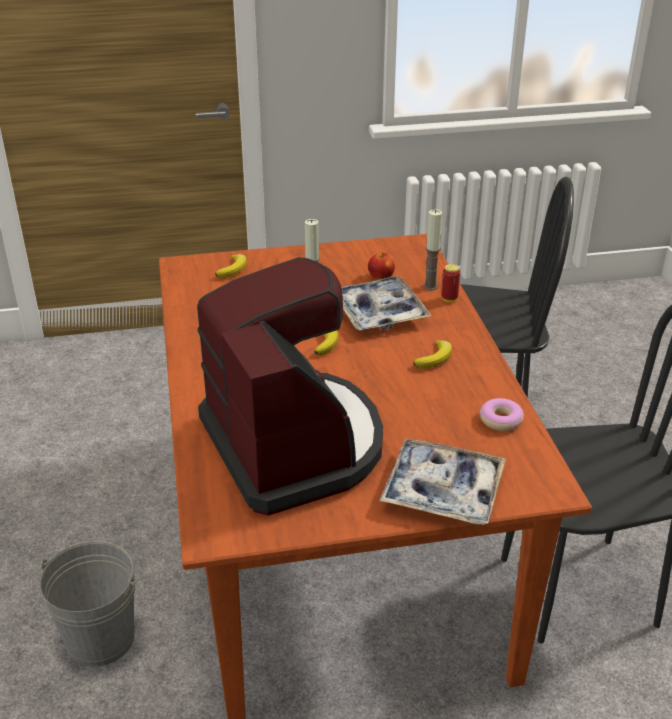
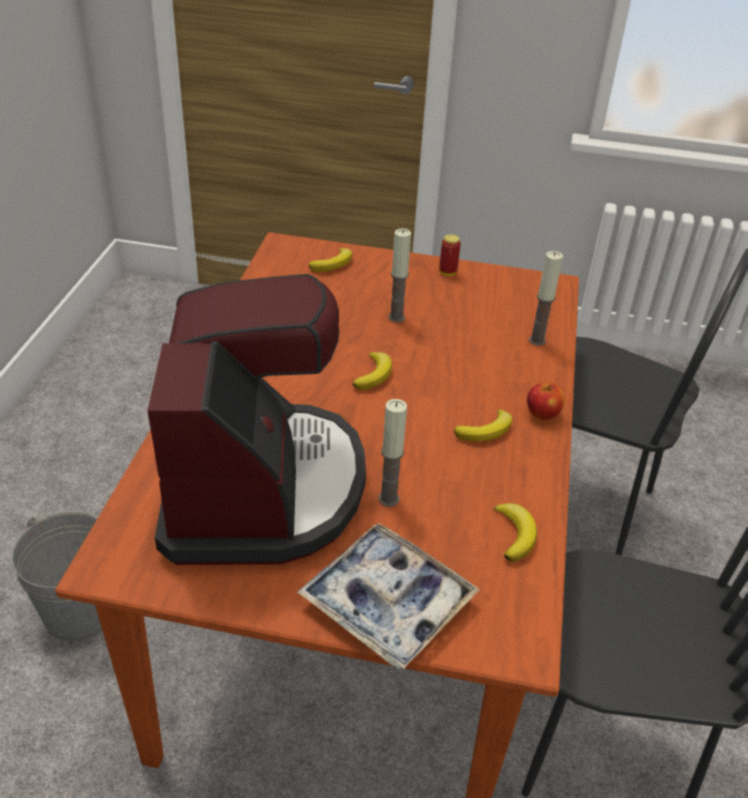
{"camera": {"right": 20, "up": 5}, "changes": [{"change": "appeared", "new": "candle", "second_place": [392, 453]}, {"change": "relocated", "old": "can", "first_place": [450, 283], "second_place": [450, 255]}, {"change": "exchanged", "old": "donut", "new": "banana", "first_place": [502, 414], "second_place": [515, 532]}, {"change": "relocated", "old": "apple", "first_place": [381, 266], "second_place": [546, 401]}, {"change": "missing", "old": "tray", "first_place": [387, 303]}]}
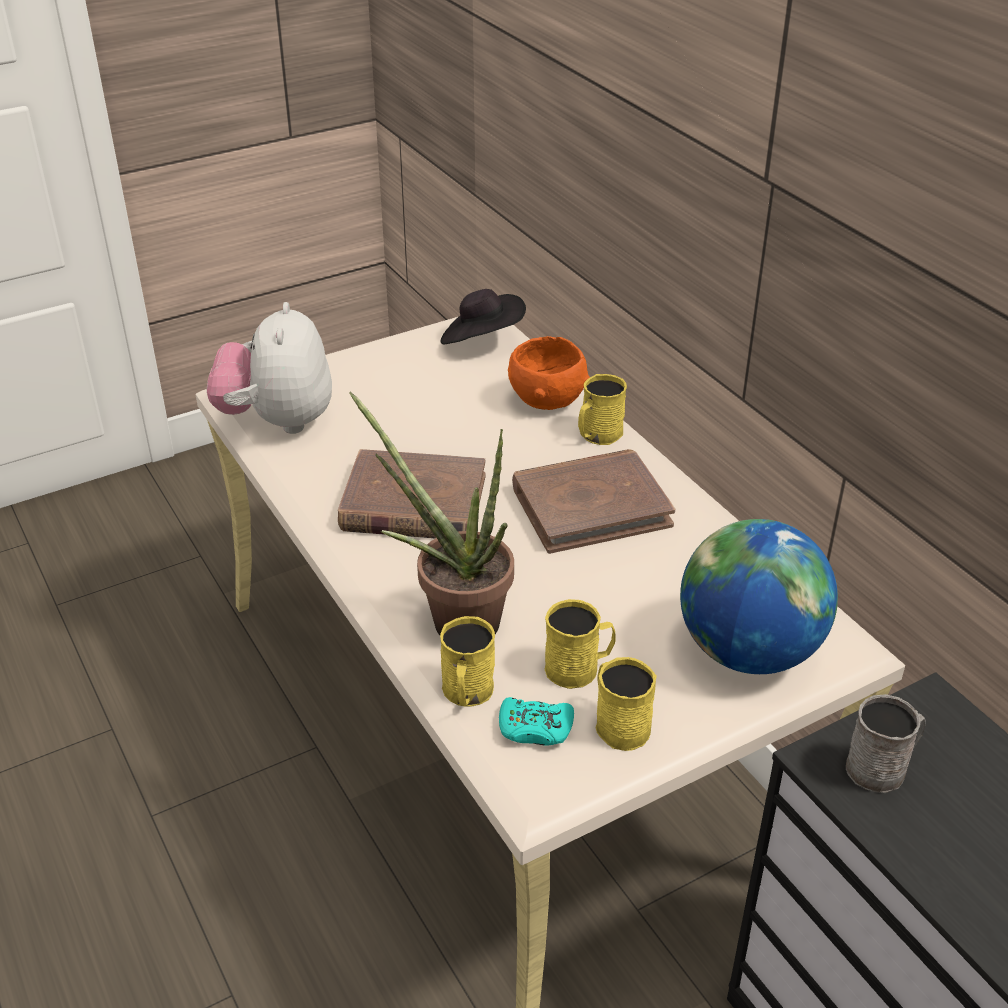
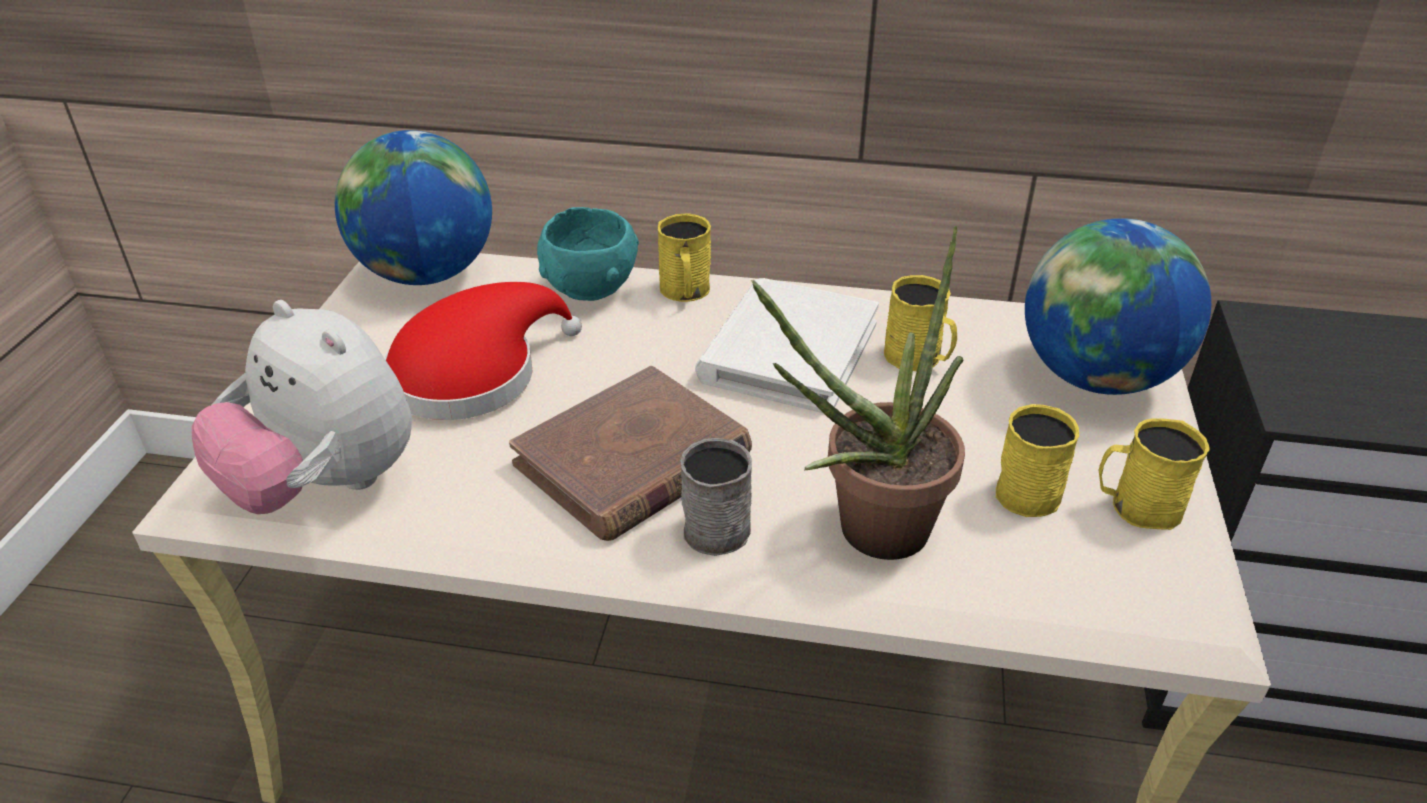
{"camera": {"right": -50, "up": 0}, "changes": [{"change": "exchanged", "old": "hat/black", "new": "globe", "first_place": [483, 316], "second_place": [413, 207]}, {"change": "appeared", "new": "hat/red", "second_place": [483, 351]}, {"change": "colour", "old": "bowl/orange", "new": "bowl/turquoise", "first_place": [549, 373], "second_place": [588, 254]}, {"change": "relocated", "old": "mug/grey", "first_place": [886, 743], "second_place": [716, 497]}, {"change": "colour", "old": "book/brown", "new": "book/white", "first_place": [593, 501], "second_place": [787, 345]}, {"change": "relocated", "old": "mug/yellow", "first_place": [467, 661], "second_place": [920, 323]}, {"change": "missing", "old": "game controller/turquoise", "first_place": [536, 721]}]}
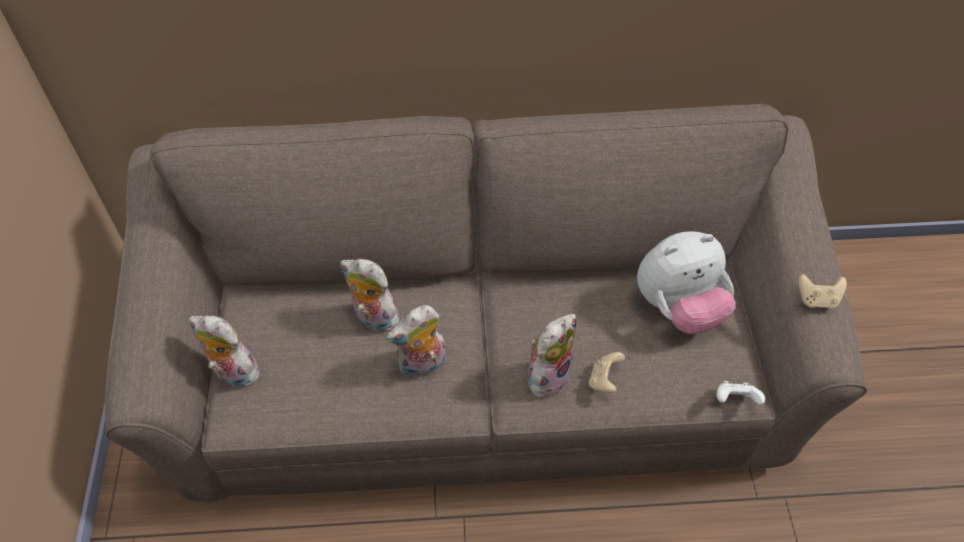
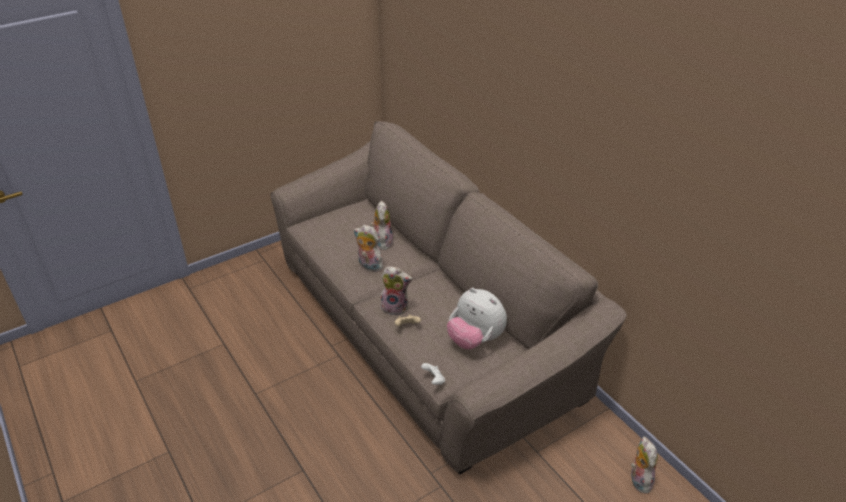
{"camera": {"right": 60, "up": -15}, "changes": [{"change": "relocated", "old": "plush toy", "first_place": [226, 351], "second_place": [644, 465]}, {"change": "missing", "old": "game controller/beige", "first_place": [822, 291]}]}
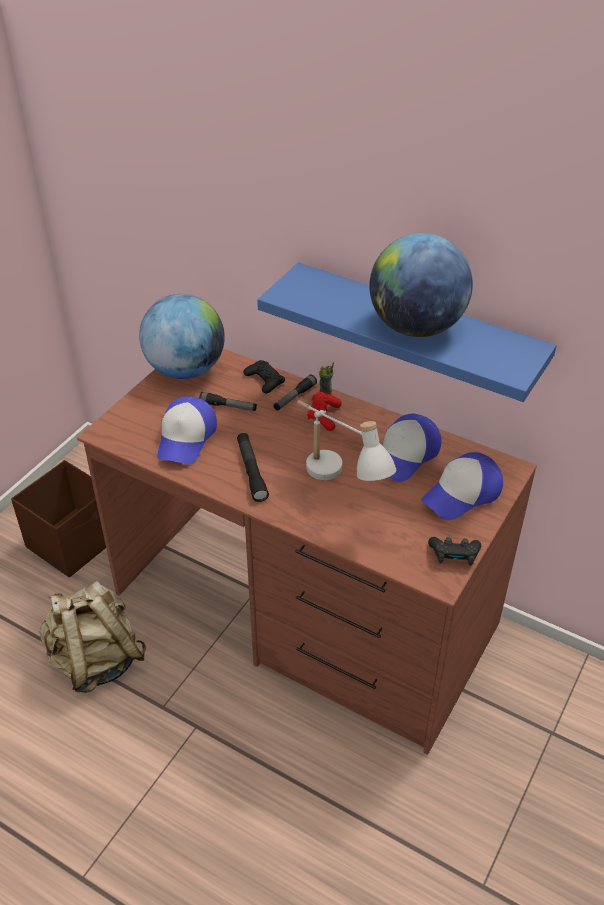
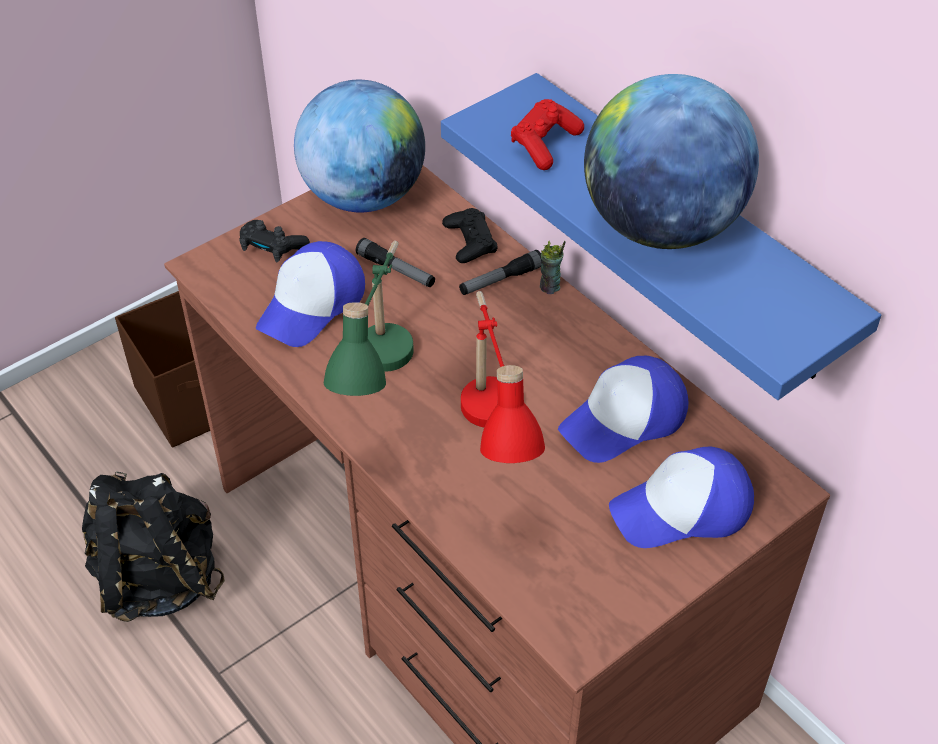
{"camera": {"right": 20, "up": 5}, "changes": [{"change": "colour", "old": "backpack/beige", "new": "backpack/black", "first_place": [93, 637], "second_place": [153, 546]}, {"change": "relocated", "old": "game controller/black", "first_place": [454, 551], "second_place": [275, 241]}, {"change": "exchanged", "old": "flashlight/black", "new": "table lamp/green", "first_place": [253, 467], "second_place": [369, 318]}, {"change": "colour", "old": "table lamp/white", "new": "table lamp/red", "first_place": [346, 440], "second_place": [503, 377]}, {"change": "relocated", "old": "game controller/red", "first_place": [324, 411], "second_place": [547, 134]}]}
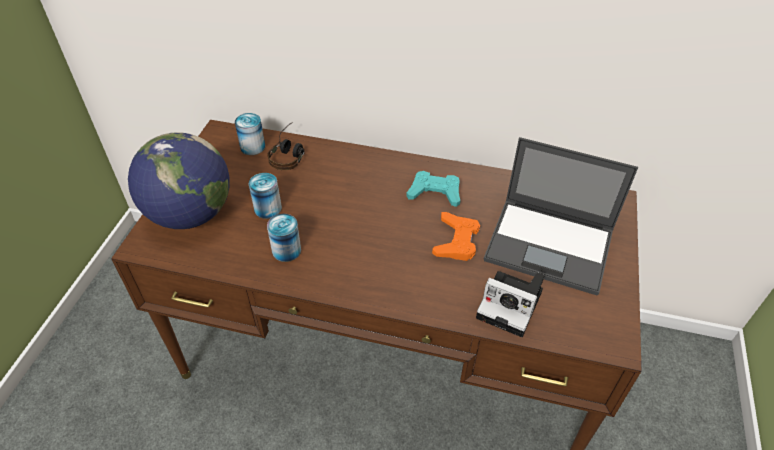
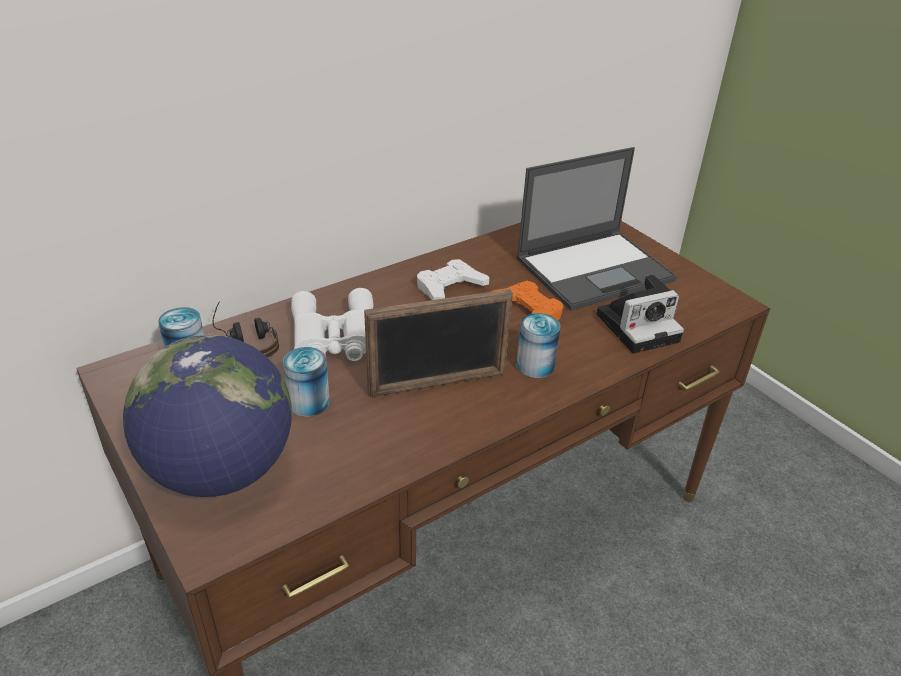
{"camera": {"right": -50, "up": -10}, "changes": [{"change": "appeared", "new": "binoculars/white", "second_place": [332, 324]}, {"change": "appeared", "new": "picture frame", "second_place": [438, 343]}, {"change": "colour", "old": "game controller/turquoise", "new": "game controller/white", "first_place": [433, 189], "second_place": [453, 279]}, {"change": "relocated", "old": "can", "first_place": [284, 238], "second_place": [538, 345]}]}
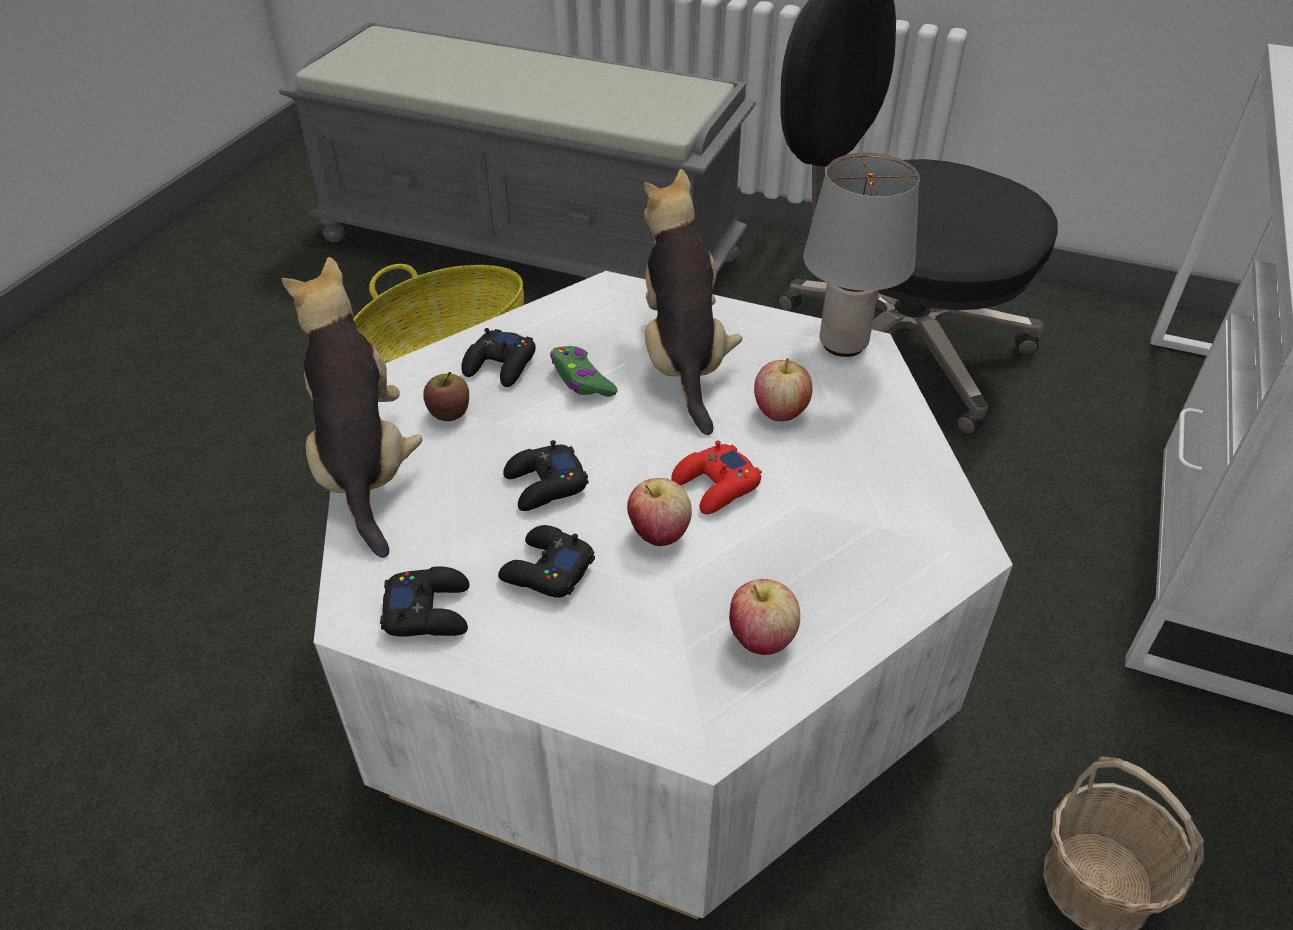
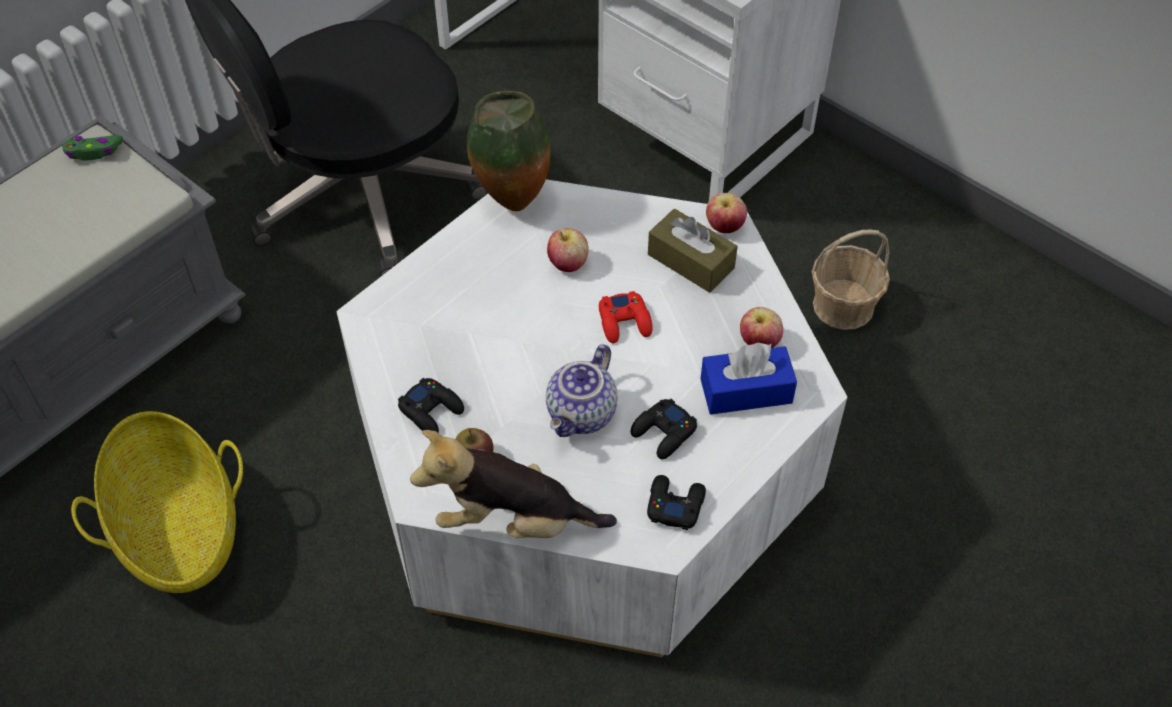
{"camera": {"right": -70, "up": 10}, "changes": [{"change": "relocated", "old": "game controller/green", "first_place": [583, 371], "second_place": [92, 147]}, {"change": "exchanged", "old": "table lamp/grey", "new": "vase", "first_place": [861, 255], "second_place": [509, 151]}, {"change": "exchanged", "old": "game controller/black", "new": "teapot", "first_place": [546, 475], "second_place": [582, 390]}, {"change": "appeared", "new": "tissue box/brown", "second_place": [693, 251]}, {"change": "appeared", "new": "tissue box/blue", "second_place": [748, 378]}, {"change": "relocated", "old": "apple", "first_place": [659, 512], "second_place": [726, 213]}, {"change": "missing", "old": "plush toy", "first_place": [693, 302]}]}
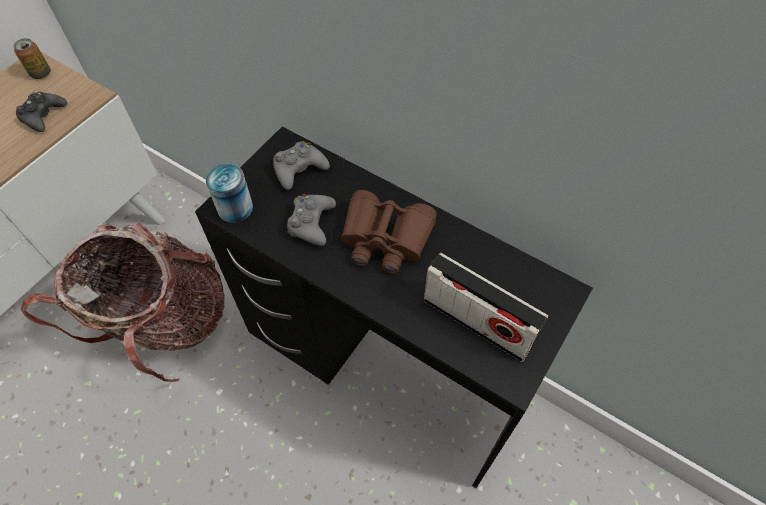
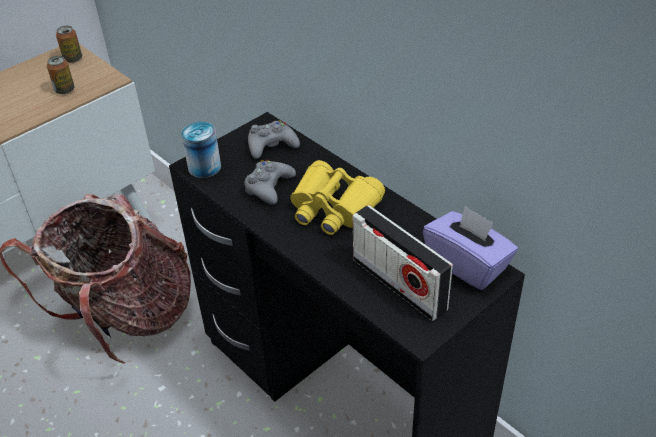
{"camera": {"right": 15, "up": -15}, "changes": [{"change": "exchanged", "old": "game controller/black", "new": "can", "first_place": [41, 111], "second_place": [61, 75]}, {"change": "colour", "old": "binoculars/brown", "new": "binoculars/yellow", "first_place": [389, 232], "second_place": [337, 197]}, {"change": "appeared", "new": "tissue box/purple", "second_place": [470, 248]}]}
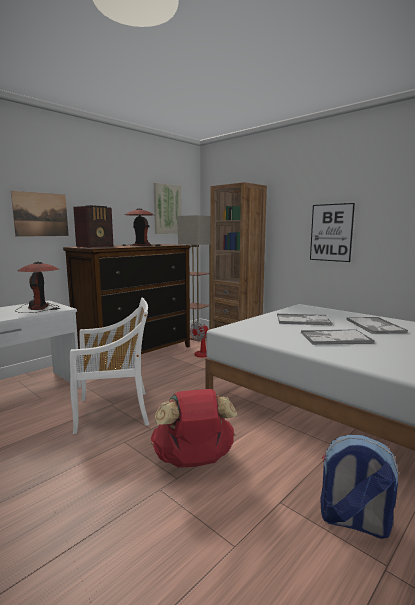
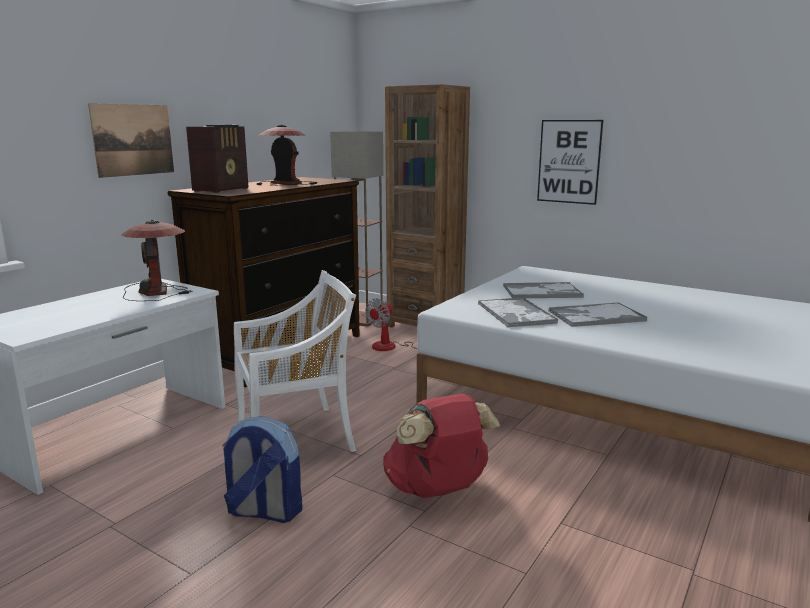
{"camera": {"right": -10, "up": 5}, "changes": [{"change": "relocated", "old": "backpack", "first_place": [359, 487], "second_place": [262, 469]}, {"change": "relocated", "old": "tray", "first_place": [377, 325], "second_place": [518, 312]}, {"change": "missing", "old": "picture", "first_place": [168, 208]}]}
